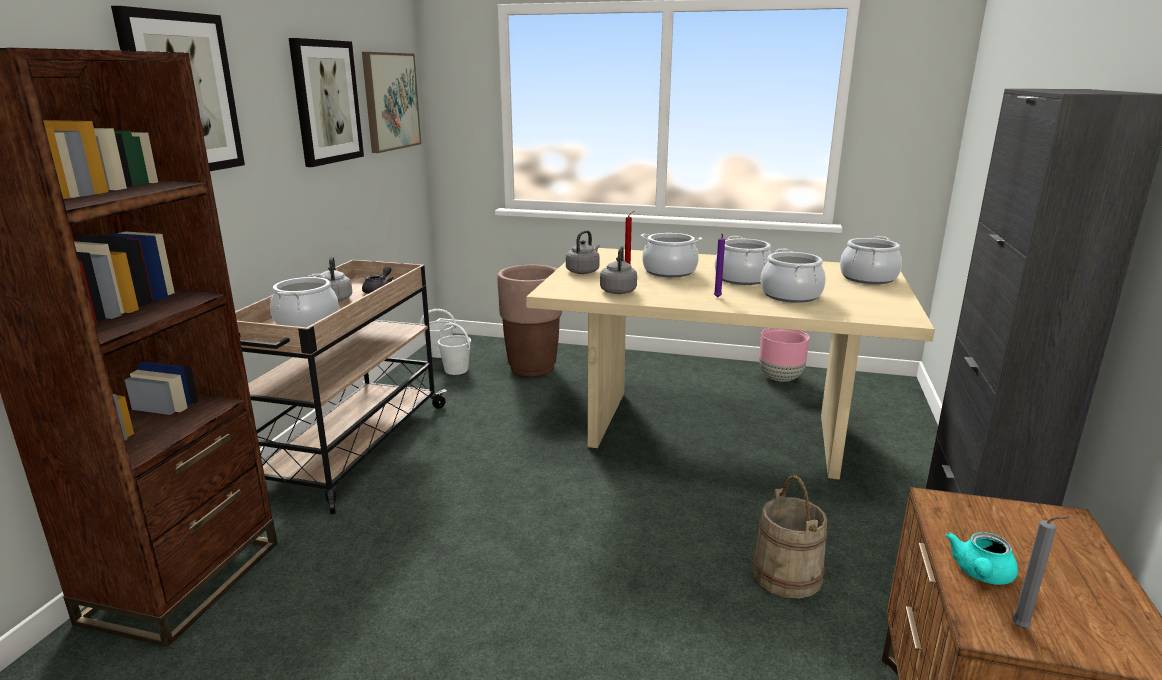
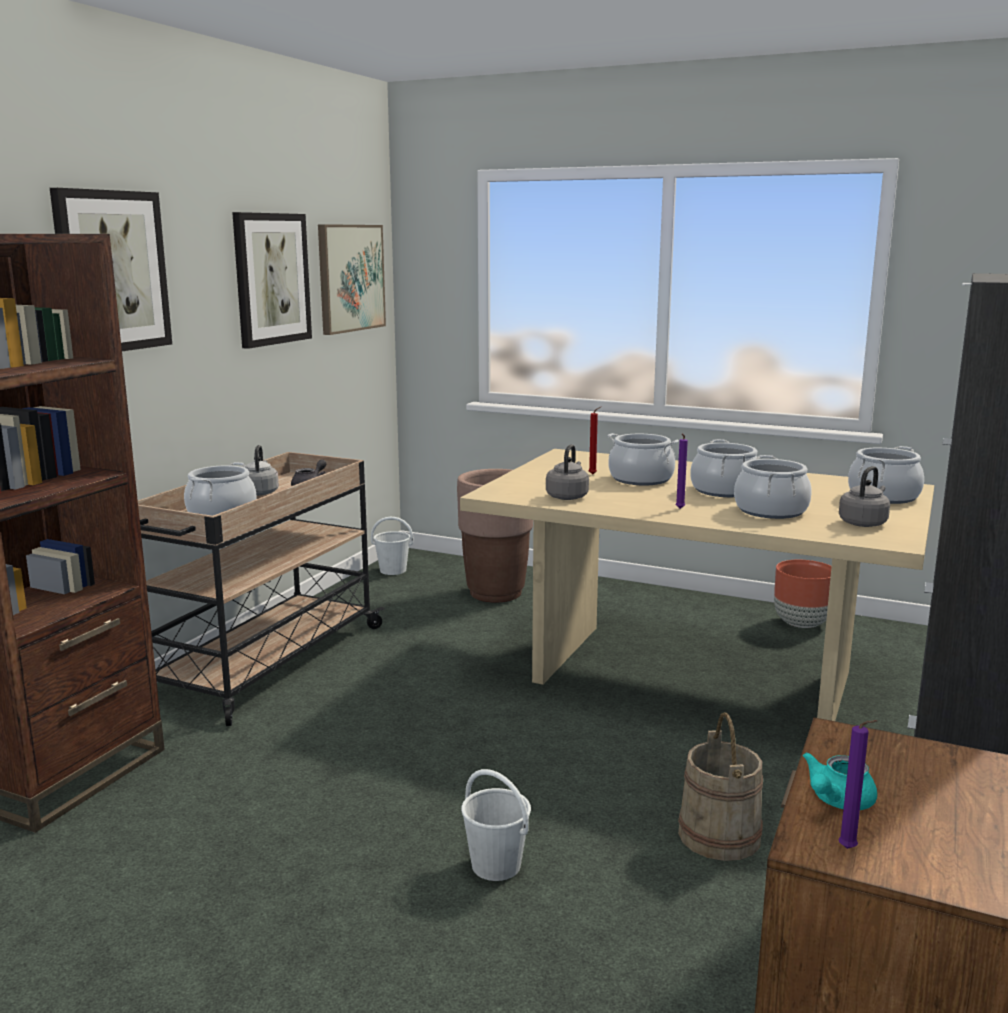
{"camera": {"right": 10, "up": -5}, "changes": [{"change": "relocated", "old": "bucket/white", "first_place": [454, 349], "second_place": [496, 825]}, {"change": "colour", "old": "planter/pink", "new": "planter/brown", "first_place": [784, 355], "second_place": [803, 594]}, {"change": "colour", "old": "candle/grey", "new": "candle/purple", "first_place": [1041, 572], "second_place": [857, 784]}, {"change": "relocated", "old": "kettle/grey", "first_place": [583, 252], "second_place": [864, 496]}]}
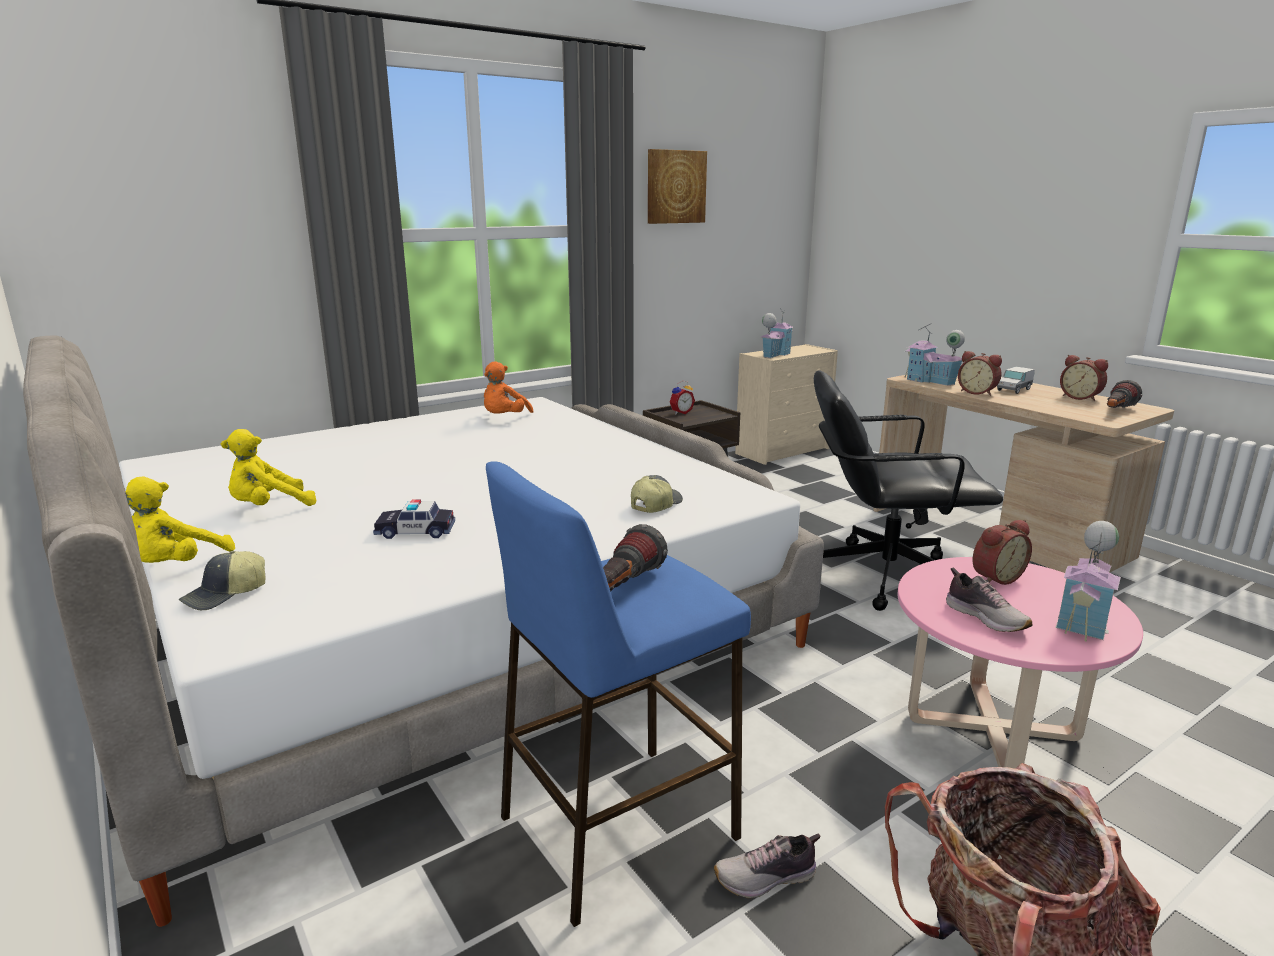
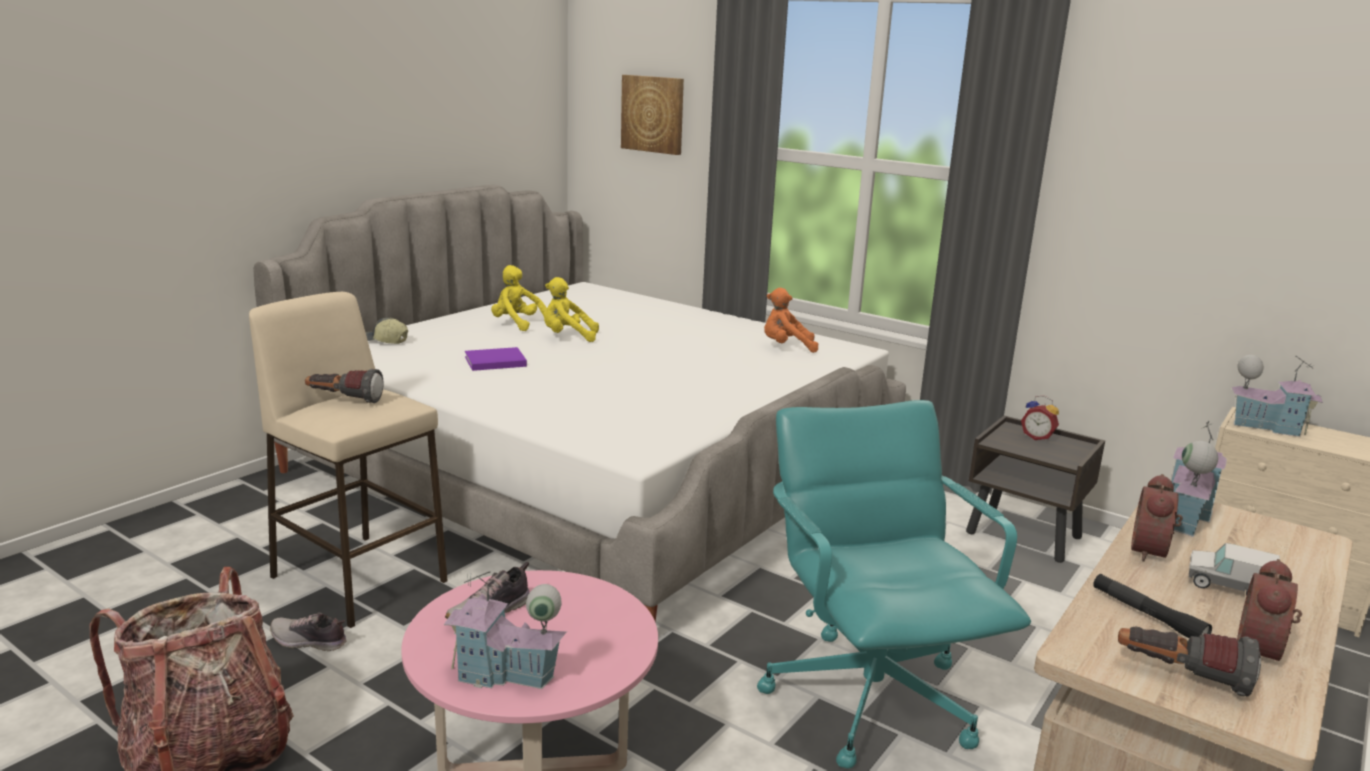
{"camera": {"right": 70, "up": 0}, "changes": [{"change": "colour", "old": "stool/blue", "new": "stool/beige", "first_place": [618, 694], "second_place": [348, 460]}, {"change": "spun", "old": "shoe", "first_place": [767, 866], "second_place": [308, 631], "degrees": -45}, {"change": "exchanged", "old": "toy car", "new": "book/purple", "first_place": [414, 519], "second_place": [496, 359]}, {"change": "relocated", "old": "plush toy/yellow", "first_place": [180, 520], "second_place": [571, 309]}, {"change": "relocated", "old": "picture", "first_place": [677, 186], "second_place": [652, 115]}, {"change": "colour", "old": "office chair/black", "new": "office chair/turquoise", "first_place": [908, 490], "second_place": [894, 584]}, {"change": "appeared", "new": "flashlight/black", "second_place": [1152, 606]}, {"change": "missing", "old": "cap", "first_place": [657, 494]}, {"change": "missing", "old": "alarm clock", "first_place": [1002, 552]}]}
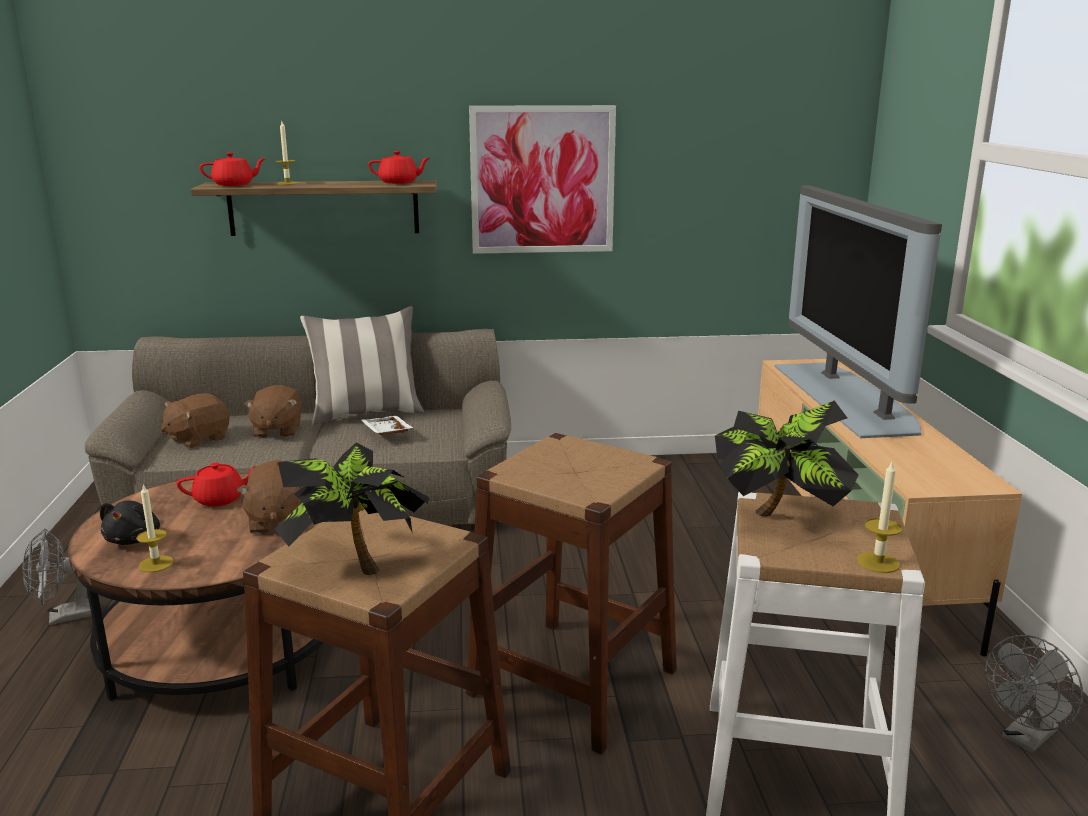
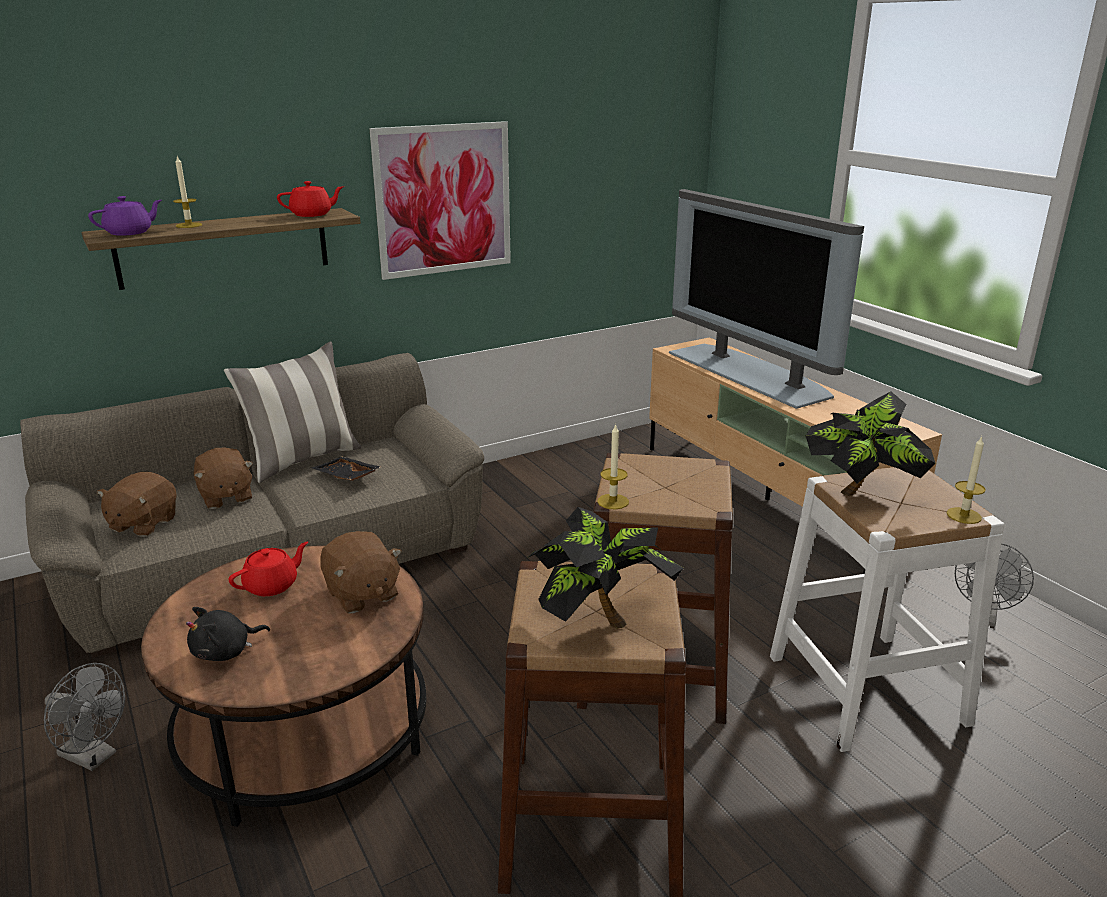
{"camera": {"right": -25, "up": 5}, "changes": [{"change": "spun", "old": "fan/grey", "first_place": [57, 576], "second_place": [84, 717], "degrees": -105}, {"change": "colour", "old": "teapot/red", "new": "teapot/purple", "first_place": [232, 169], "second_place": [125, 216]}, {"change": "spun", "old": "plush toy/black", "first_place": [130, 522], "second_place": [228, 634], "degrees": 75}, {"change": "colour", "old": "tray/white", "new": "tray/black", "first_place": [387, 425], "second_place": [345, 469]}, {"change": "relocated", "old": "candle", "first_place": [155, 528], "second_place": [613, 466]}]}
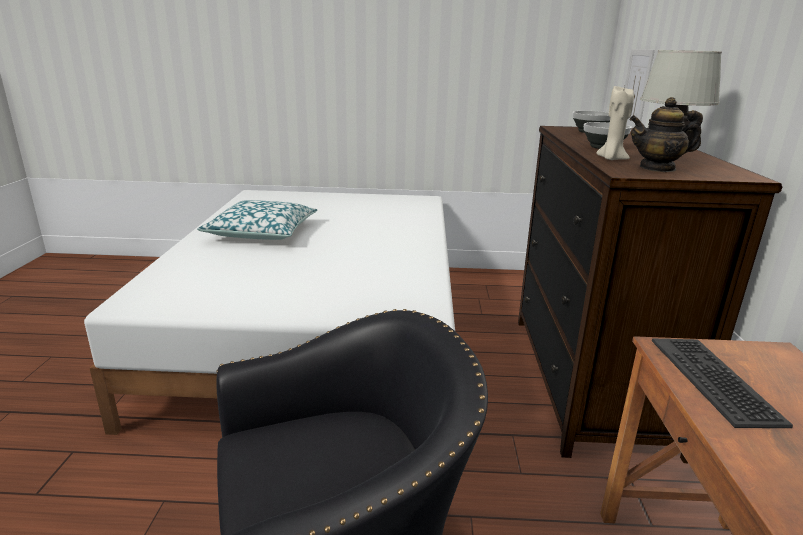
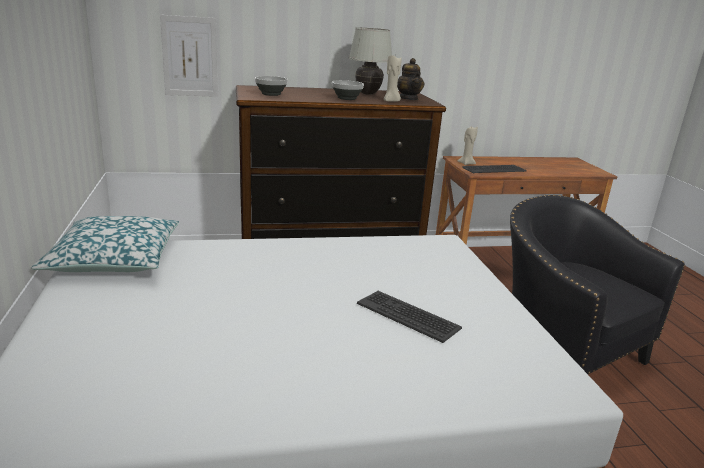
{"camera": {"right": -105, "up": 0}, "changes": [{"change": "relocated", "old": "pillow", "first_place": [257, 220], "second_place": [105, 244]}, {"change": "appeared", "new": "keyboard", "second_place": [409, 317]}, {"change": "appeared", "new": "candle/beige", "second_place": [468, 146]}]}
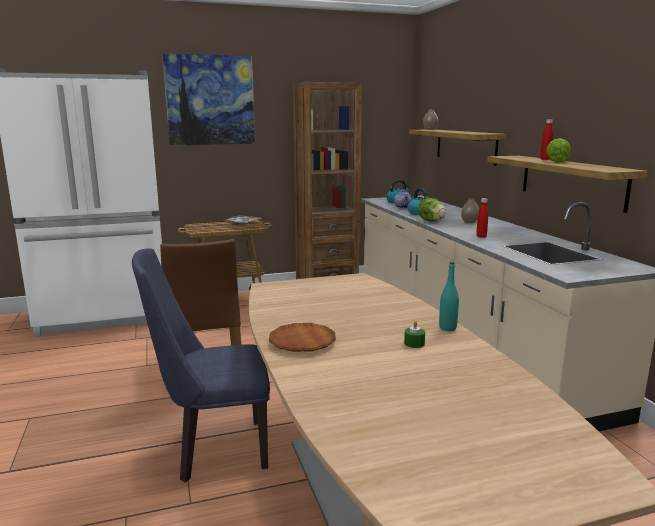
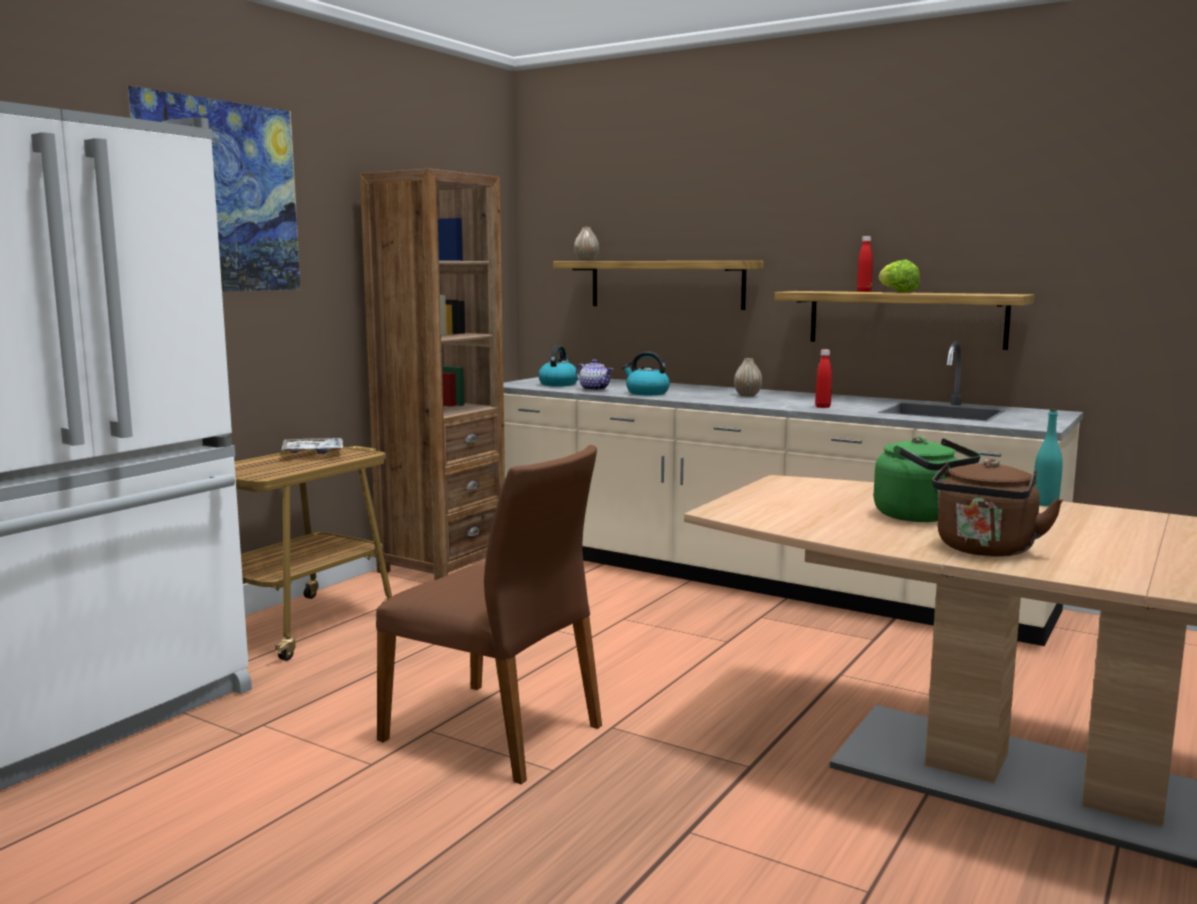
{"camera": {"right": -40, "up": -5}, "changes": [{"change": "appeared", "new": "kettle/green", "second_place": [927, 479]}, {"change": "exchanged", "old": "plate/brown", "new": "kettle/brown", "first_place": [302, 337], "second_place": [997, 508]}, {"change": "missing", "old": "chair/blue", "first_place": [201, 365]}, {"change": "missing", "old": "candle/green", "first_place": [414, 334]}, {"change": "missing", "old": "lettuce", "first_place": [432, 210]}]}
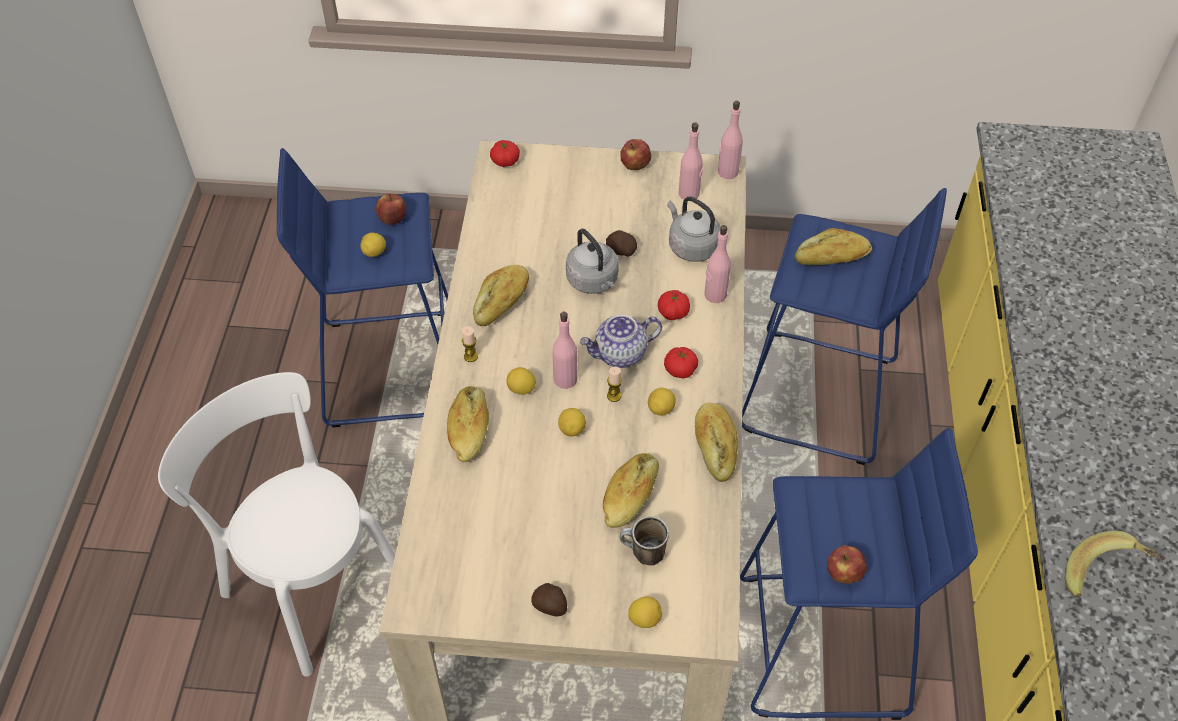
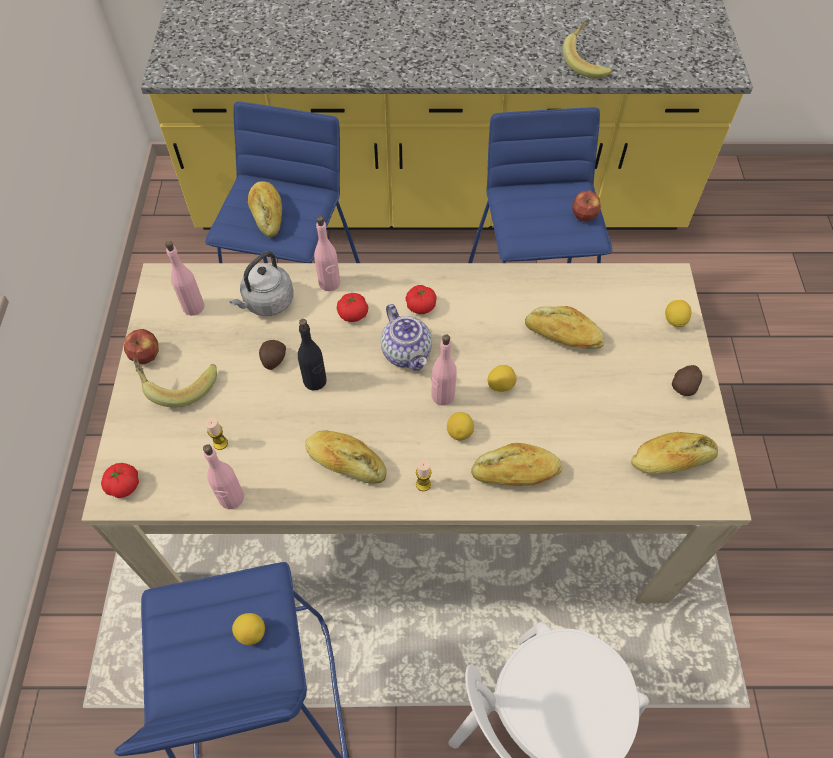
{"camera": {"right": -95, "up": 5}, "changes": [{"change": "appeared", "new": "banana", "second_place": [175, 382]}, {"change": "relocated", "old": "bottle/pink", "first_place": [730, 140], "second_place": [223, 476]}, {"change": "relocated", "old": "candle", "first_place": [614, 384], "second_place": [216, 433]}, {"change": "exchanged", "old": "kettle/grey", "new": "bottle/black", "first_place": [592, 261], "second_place": [312, 355]}, {"change": "relocated", "old": "bread", "first_place": [716, 442], "second_place": [674, 453]}, {"change": "missing", "old": "apple", "first_place": [391, 209]}, {"change": "missing", "old": "mug", "first_place": [644, 541]}, {"change": "missing", "old": "lemon", "first_place": [662, 401]}]}
